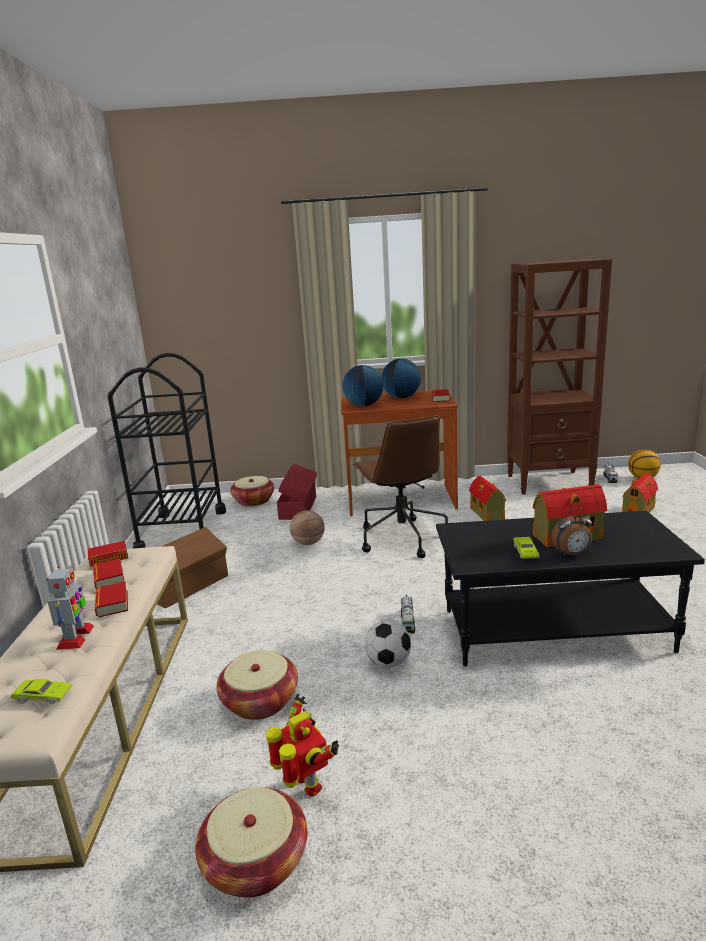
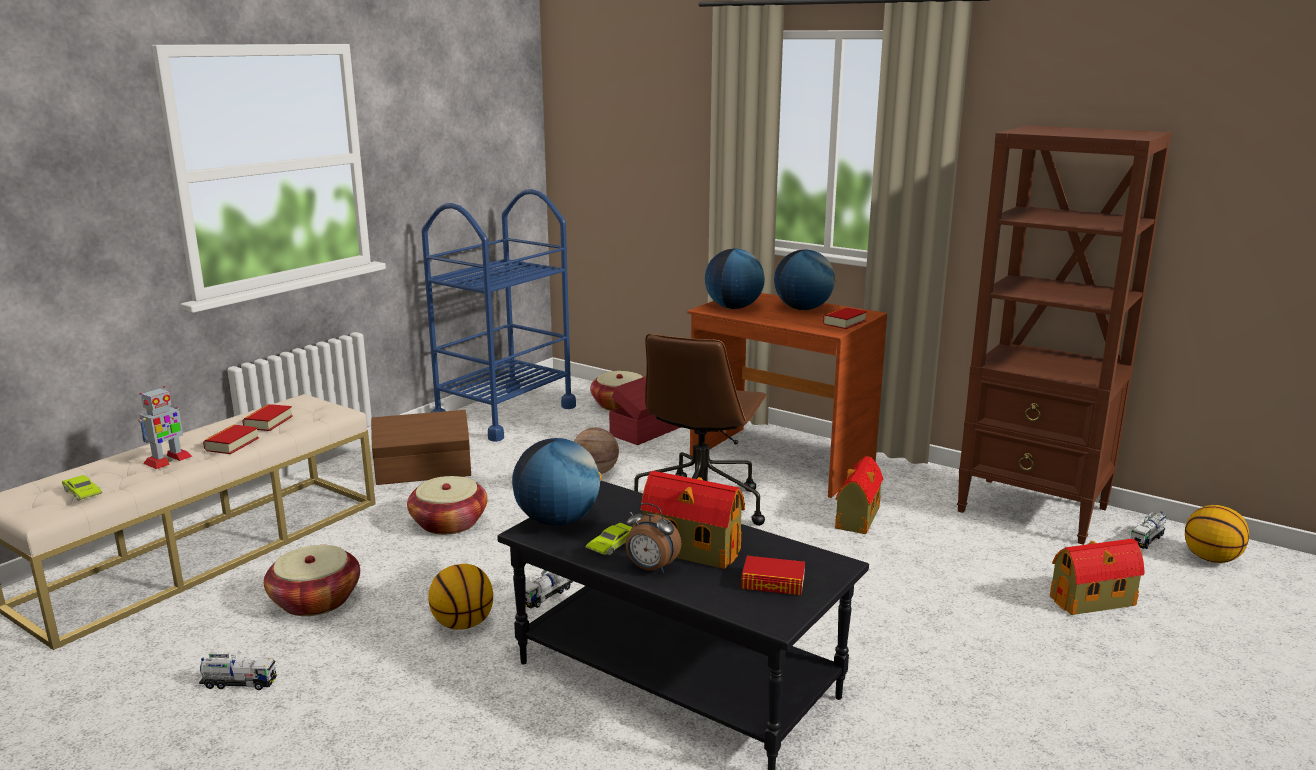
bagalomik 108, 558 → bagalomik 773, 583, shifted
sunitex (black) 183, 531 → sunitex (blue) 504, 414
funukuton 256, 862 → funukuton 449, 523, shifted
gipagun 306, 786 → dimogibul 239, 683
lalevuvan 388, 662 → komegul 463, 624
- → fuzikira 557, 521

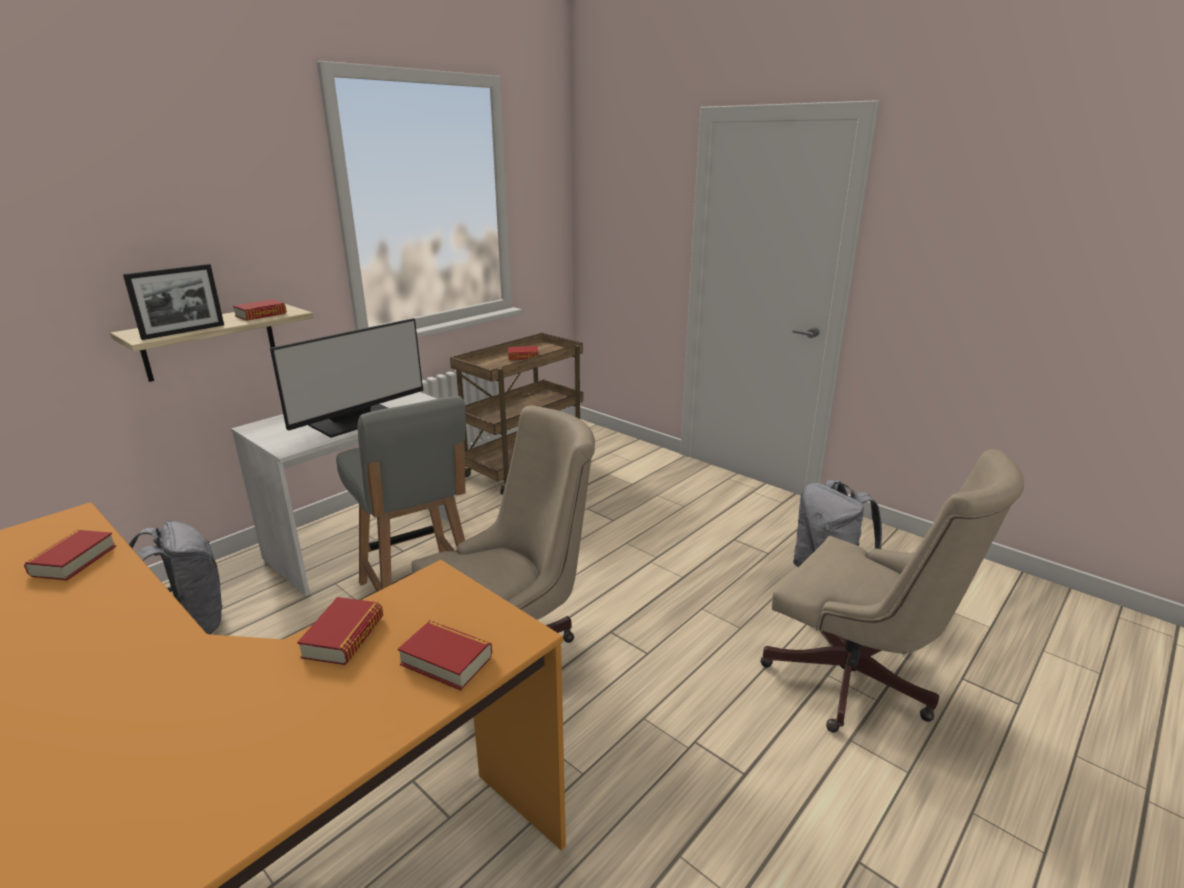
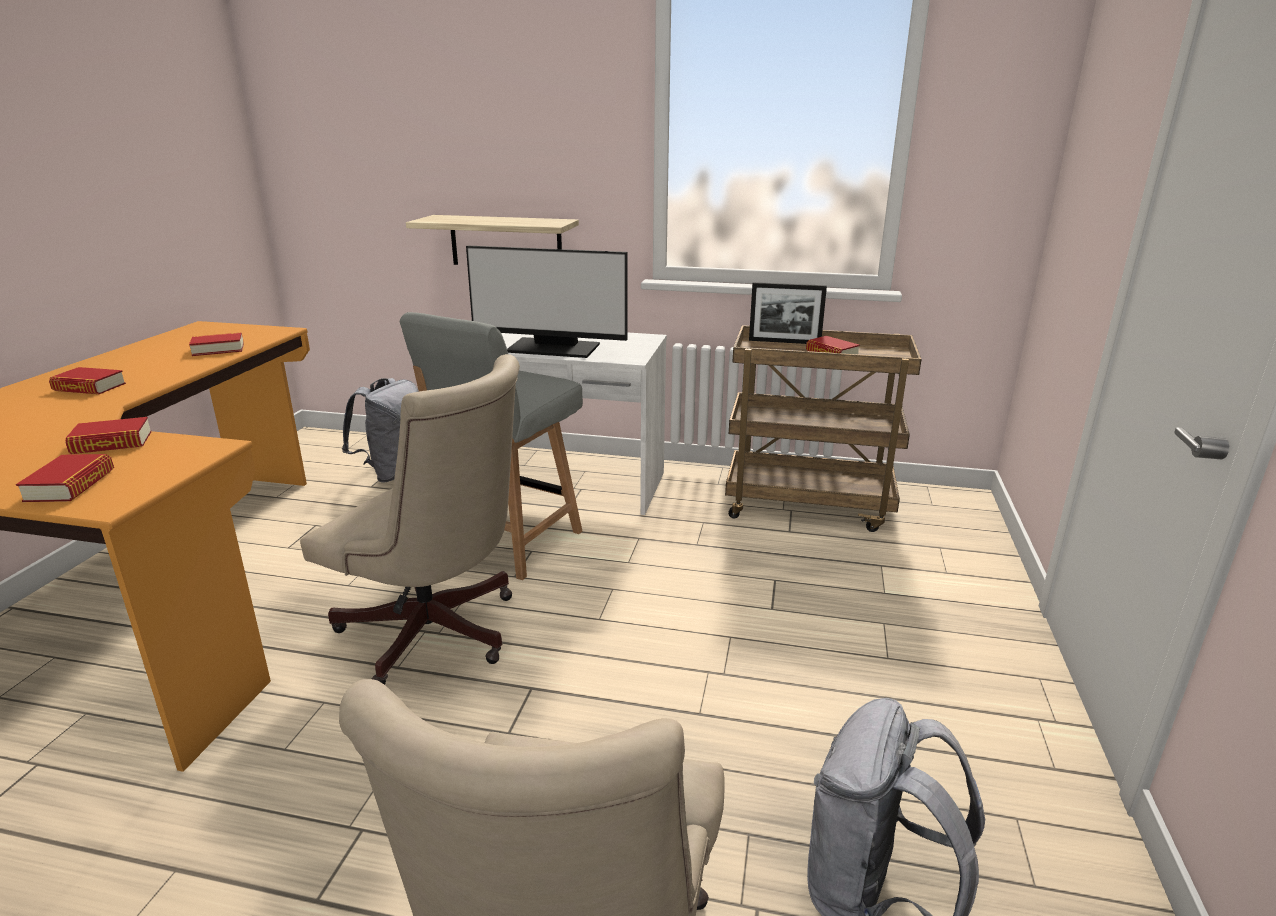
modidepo 184, 332 → modidepo 784, 342, shifted
bagalomik 261, 315 → bagalomik 89, 387, shifted

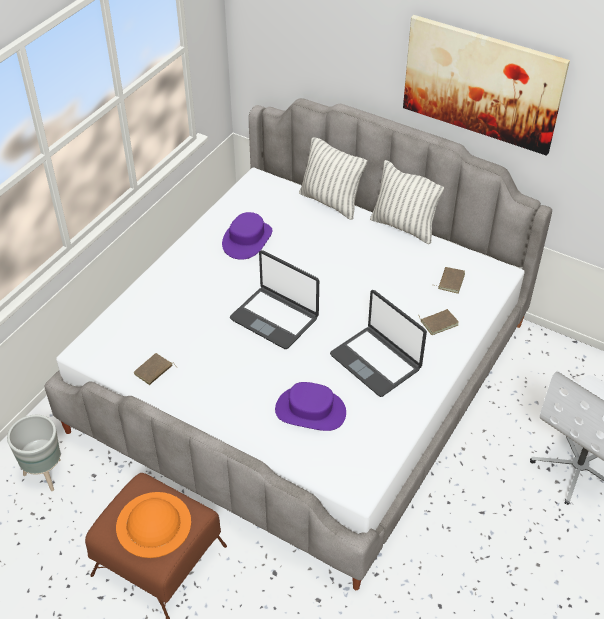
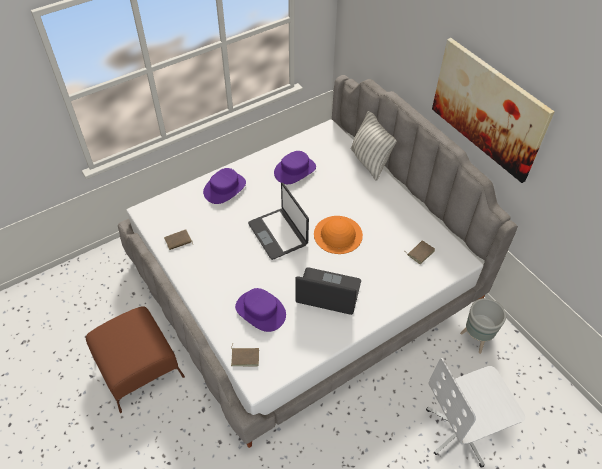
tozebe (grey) 45, 474 → tozebe (grey) 475, 338, shifted
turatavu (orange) 153, 524 → turatavu (orange) 338, 234, shifted
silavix 376, 361 → silavix 328, 293, 120 degrees clockwise
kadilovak 404, 226 → -
bagalomik (brown) 438, 322 → bagalomik (brown) 245, 357, shifted
- → turatavu (purple) 225, 188

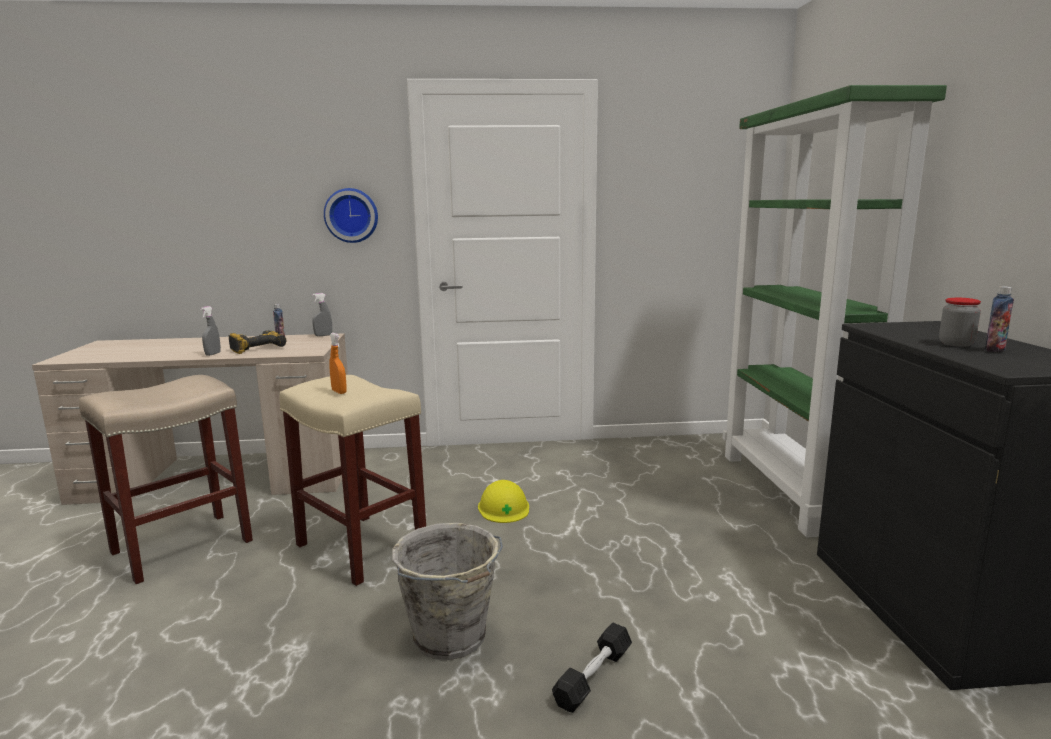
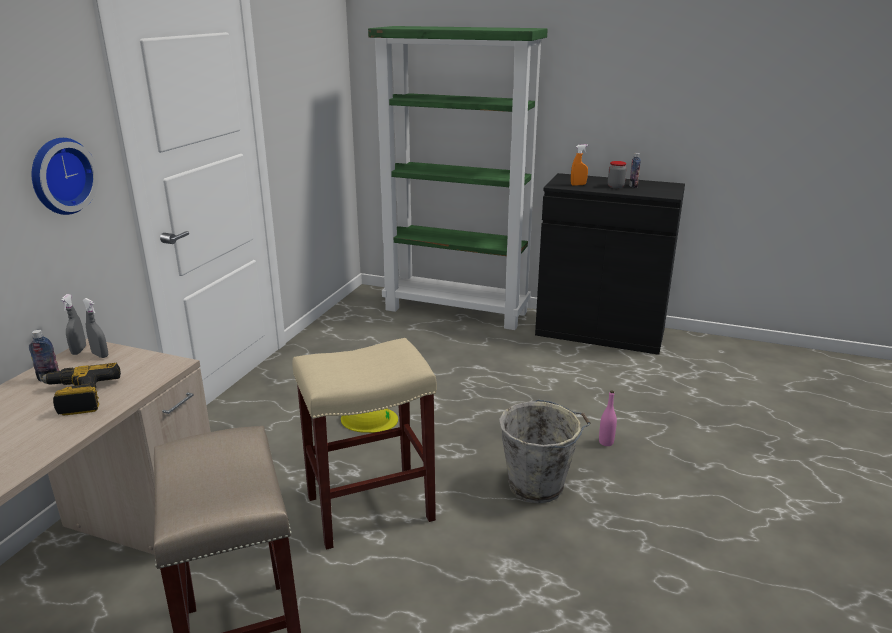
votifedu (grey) 213, 354 → votifedu (grey) 100, 355, shifted
votifedu (orange) 339, 392 → votifedu (orange) 578, 185, shifted
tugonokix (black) 593, 677 → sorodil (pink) 606, 442

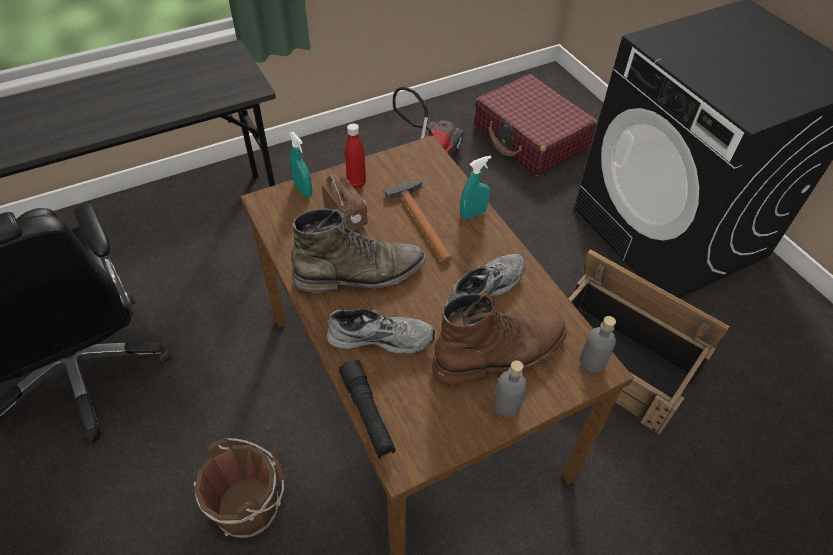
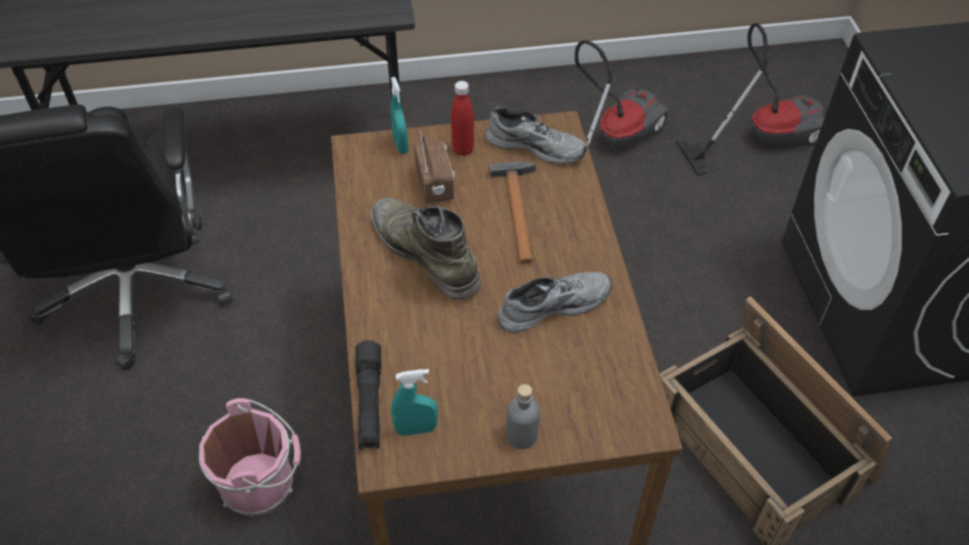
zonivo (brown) 250, 505 → zonivo (pink) 261, 483
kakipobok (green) 361, 273 → kakipobok (green) 424, 253, 135 degrees counterclockwise
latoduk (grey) 381, 336 → latoduk (grey) 536, 145, shifted
kakipobok (brown) 500, 353 → -
votifedu (turquoise) 473, 214 → votifedu (turquoise) 416, 429, shifted
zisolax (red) 530, 138 → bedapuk 762, 137
sorodil (grey) 592, 361 → -

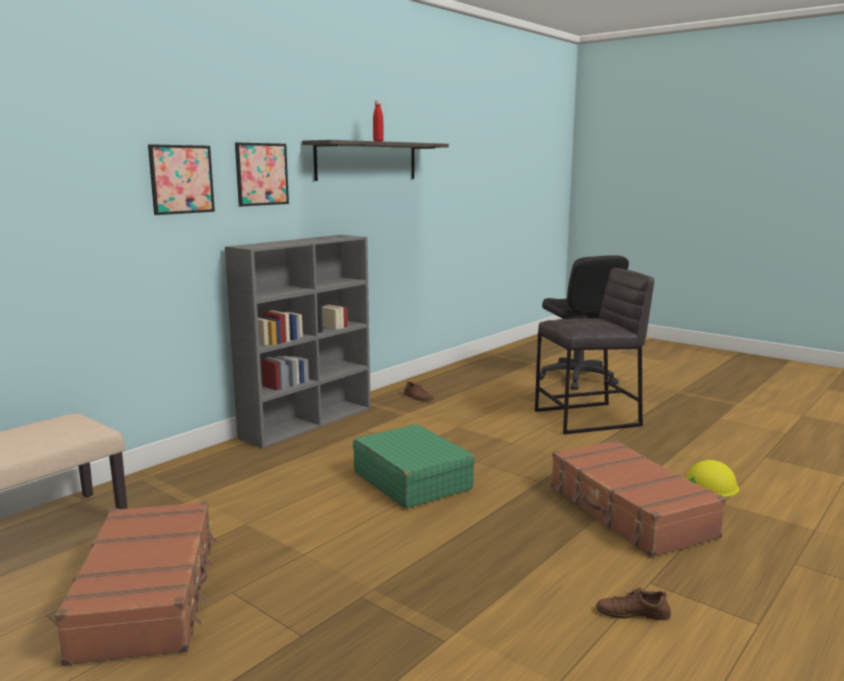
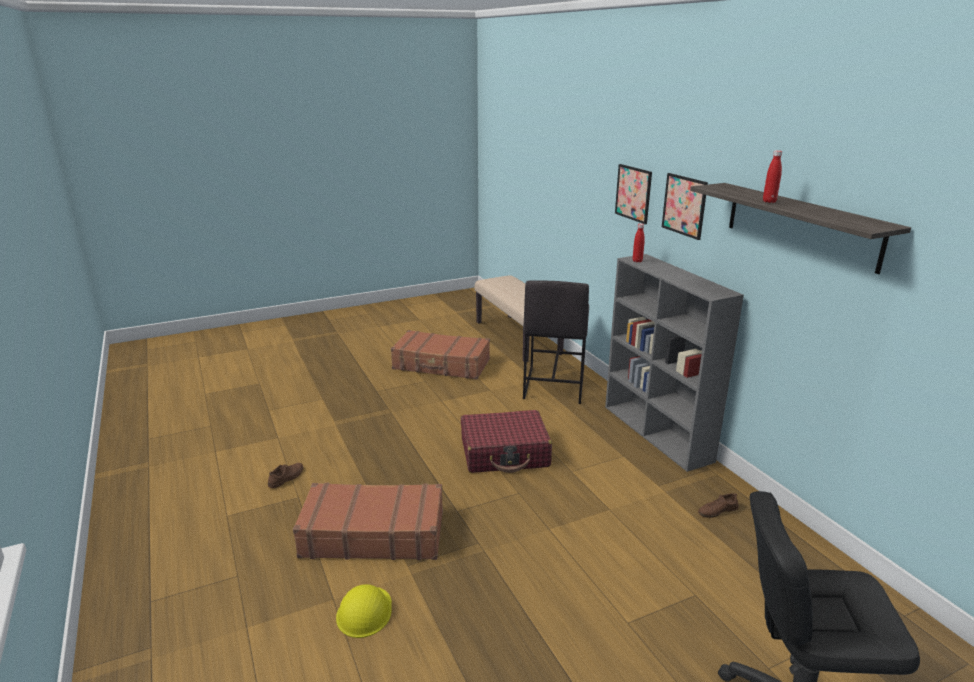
zisolax (green) 412, 480 → zisolax (red) 505, 453
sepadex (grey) 588, 418 → sepadex (grey) 553, 385, shifted
- → sorodil (red) 637, 261

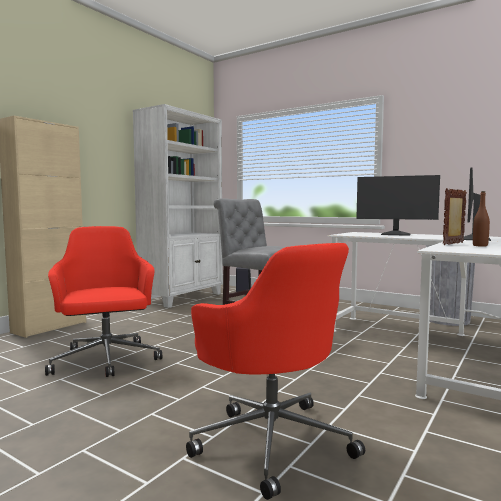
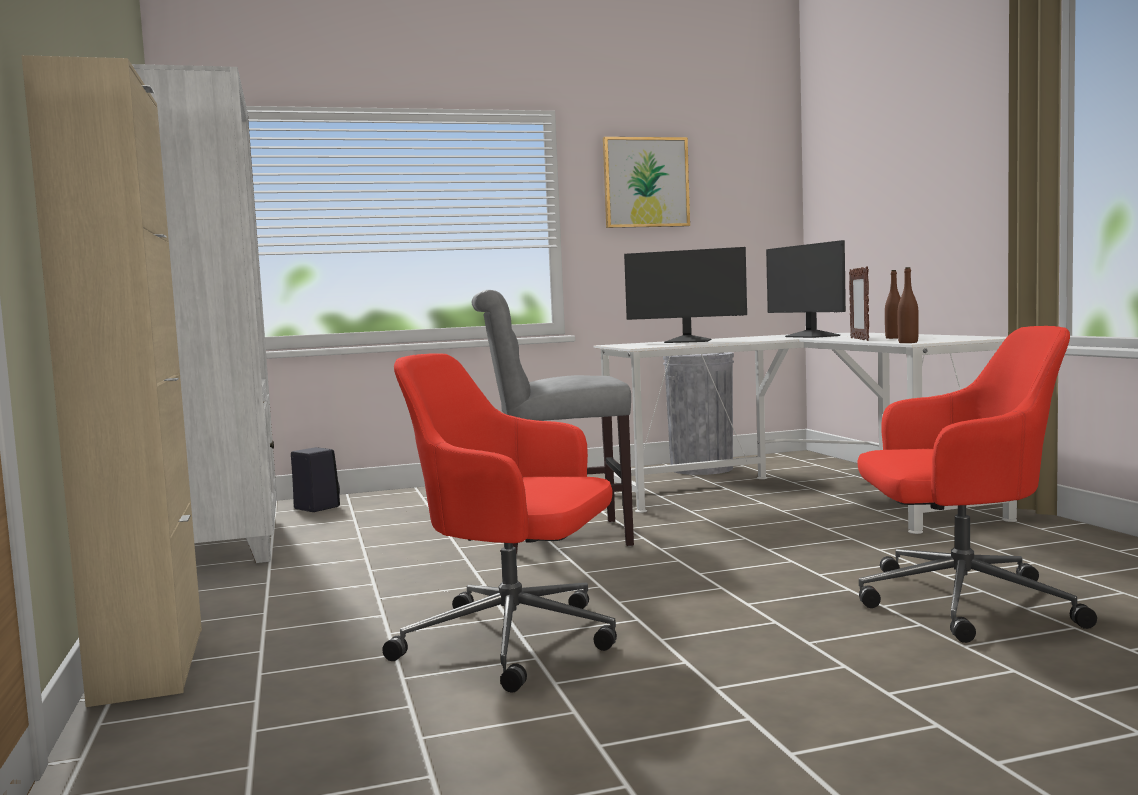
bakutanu 396, 234 → bakutanu 688, 341, 45 degrees clockwise
- → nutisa 646, 182
- → sorodil (brown) 908, 342

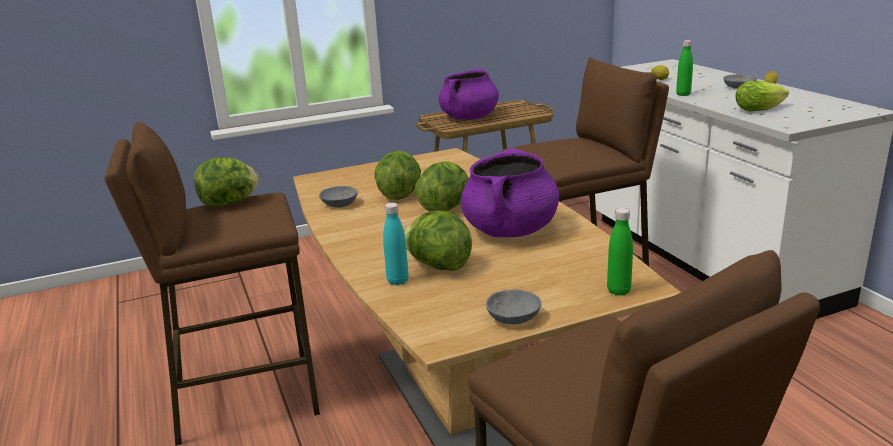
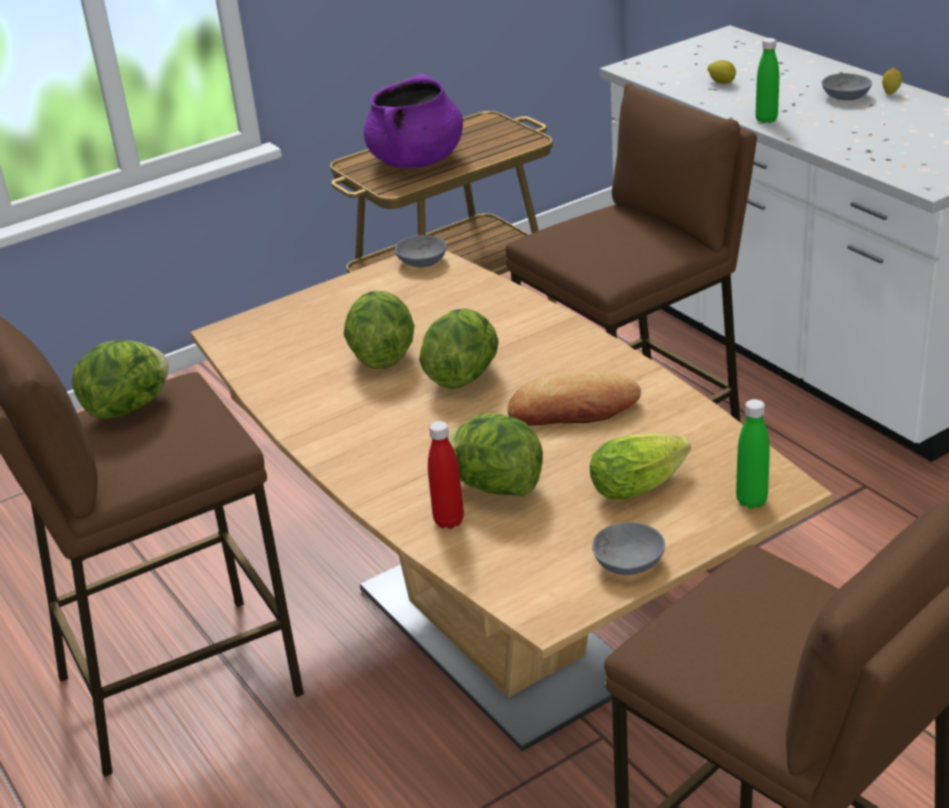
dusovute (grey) 338, 204 → dusovute (grey) 420, 262, shifted
sorodil (turquoise) 397, 281 → sorodil (red) 448, 521
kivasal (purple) 510, 230 → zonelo 573, 409
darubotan 761, 109 → darubotan 643, 483, shifted

